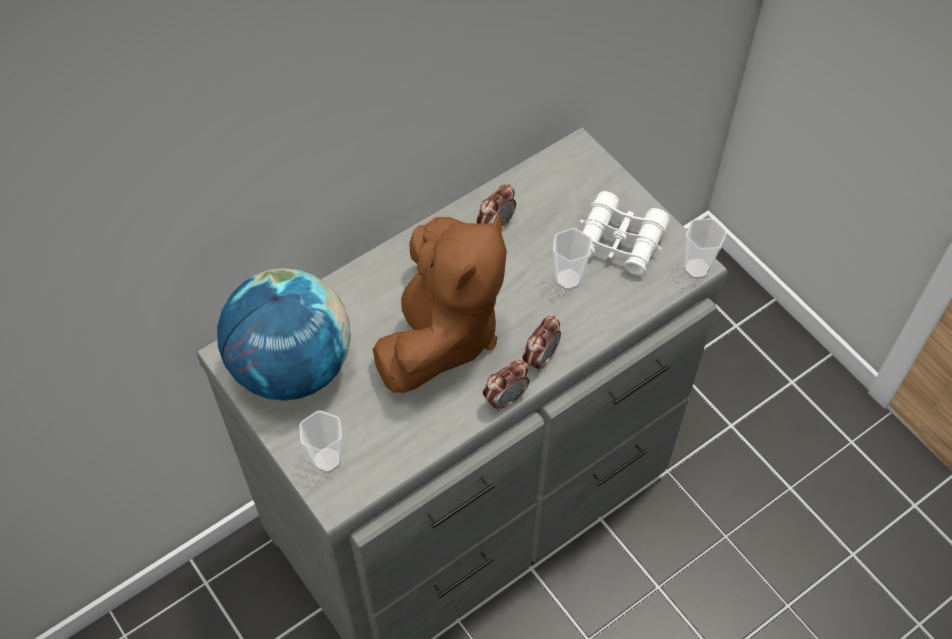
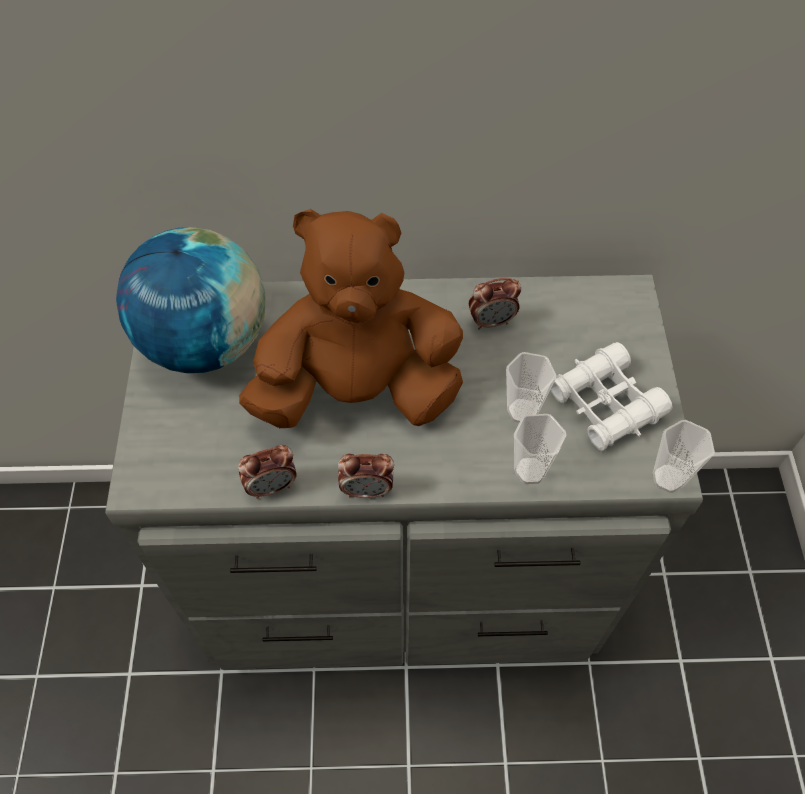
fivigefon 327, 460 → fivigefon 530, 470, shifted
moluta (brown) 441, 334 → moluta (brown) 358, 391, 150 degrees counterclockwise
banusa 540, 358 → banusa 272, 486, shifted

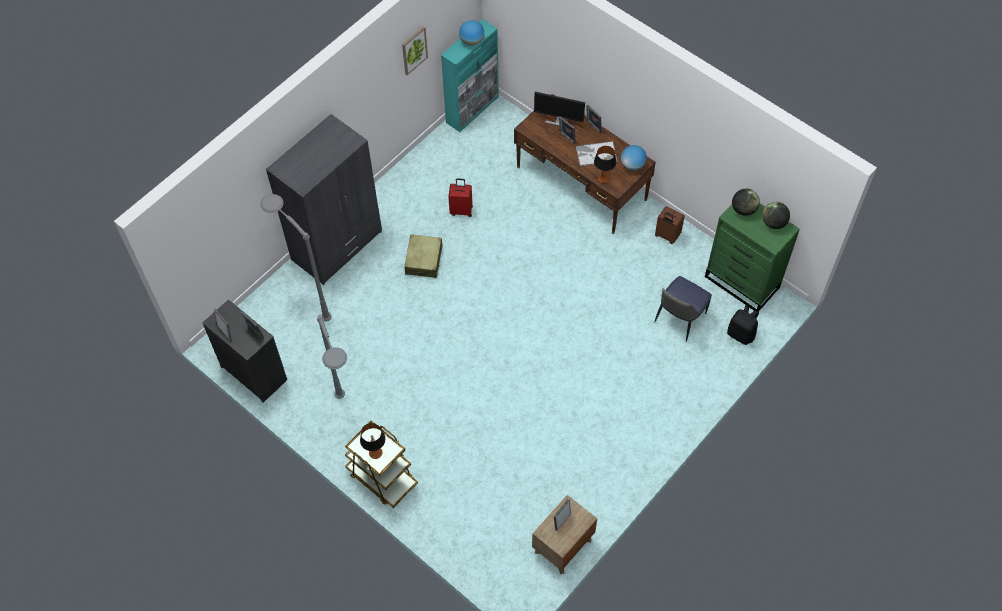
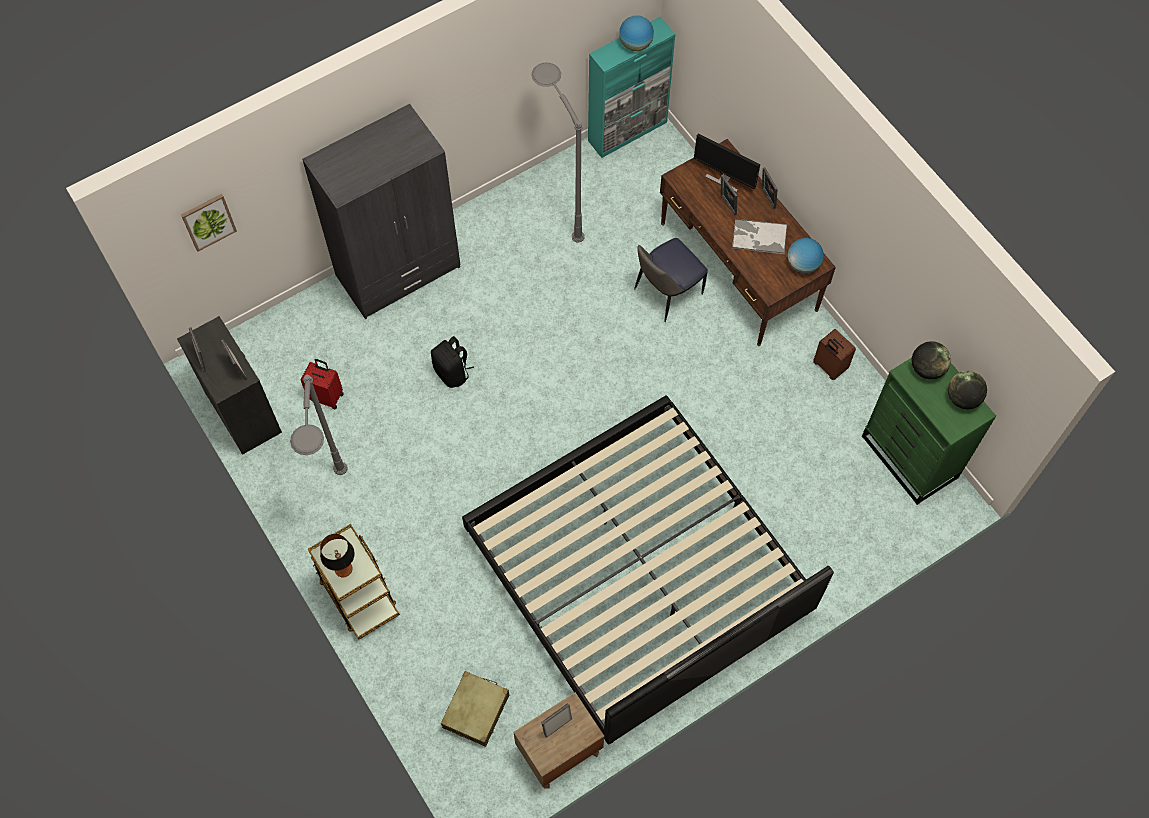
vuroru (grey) 304, 297 → vuroru (grey) 557, 207, shifted
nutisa 414, 50 → nutisa 208, 221, shifted
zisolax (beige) 424, 260 → zisolax (beige) 476, 711, shifted
zisolax (red) 461, 210 → zisolax (red) 327, 396, shifted
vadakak 603, 179 → -
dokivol 679, 319 → dokivol 666, 293, shifted
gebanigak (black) 741, 334 → gebanigak (black) 452, 373, shifted
- → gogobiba 637, 573

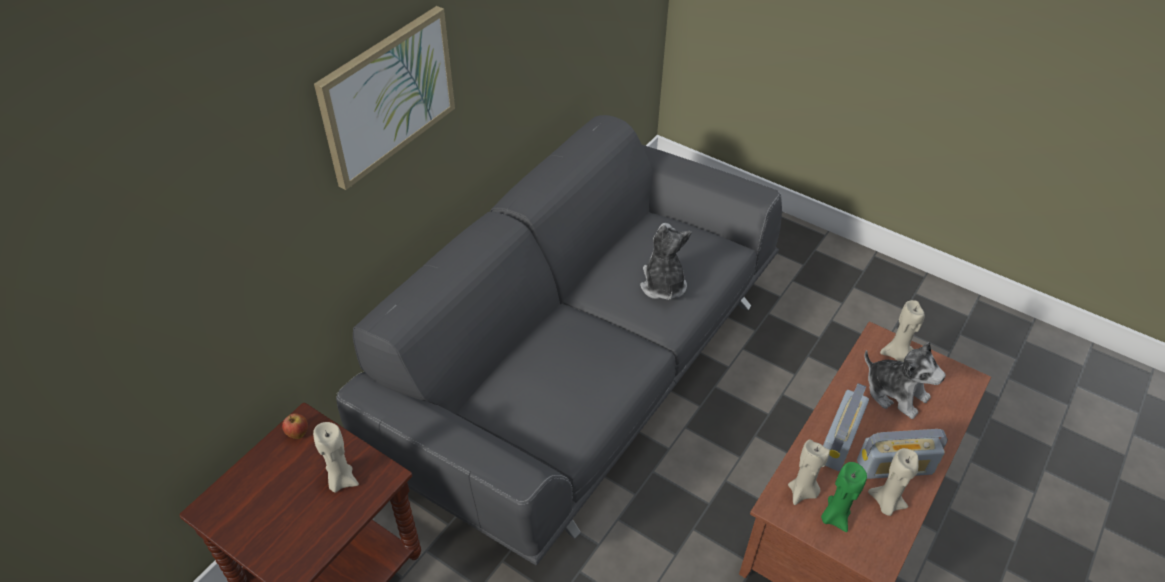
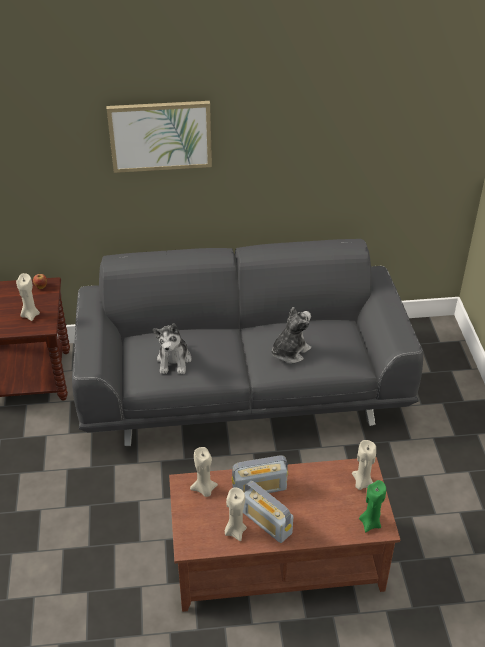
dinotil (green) 834, 517 → dinotil (green) 370, 523, shifted
moluta 895, 392 → moluta 174, 360, shifted

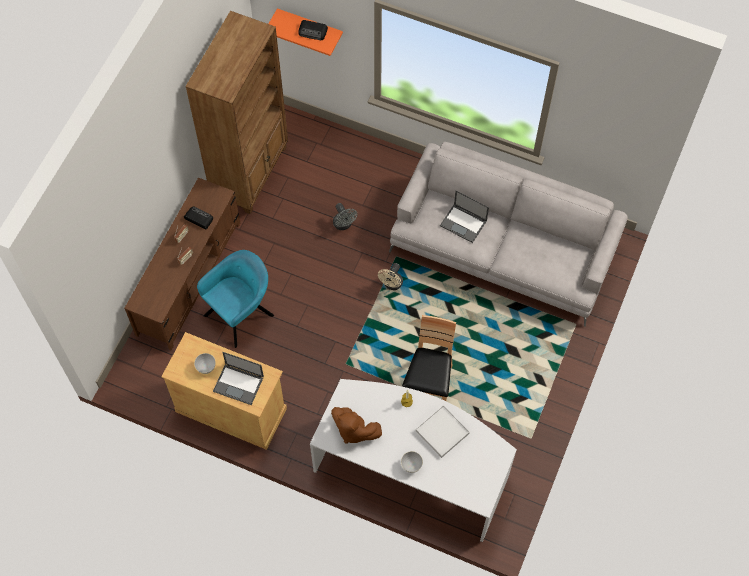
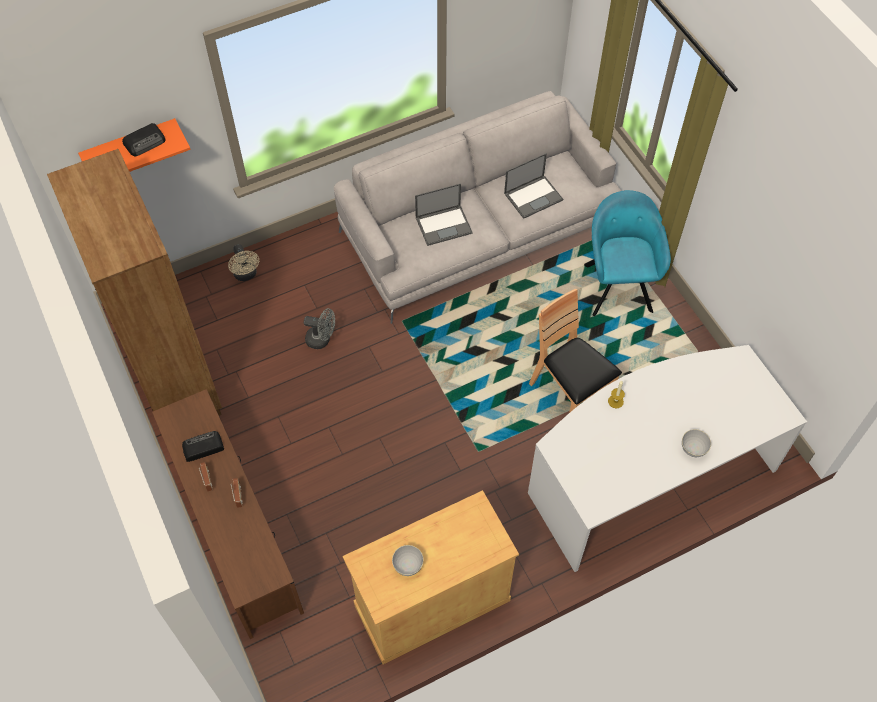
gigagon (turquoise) 241, 313 → gigagon (turquoise) 617, 285, shifted
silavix 239, 384 → silavix 533, 196, shifted
moluta (brown) 353, 430 → -
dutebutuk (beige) 391, 284 → dutebutuk (beige) 246, 275, shifted
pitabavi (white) 442, 432 → -

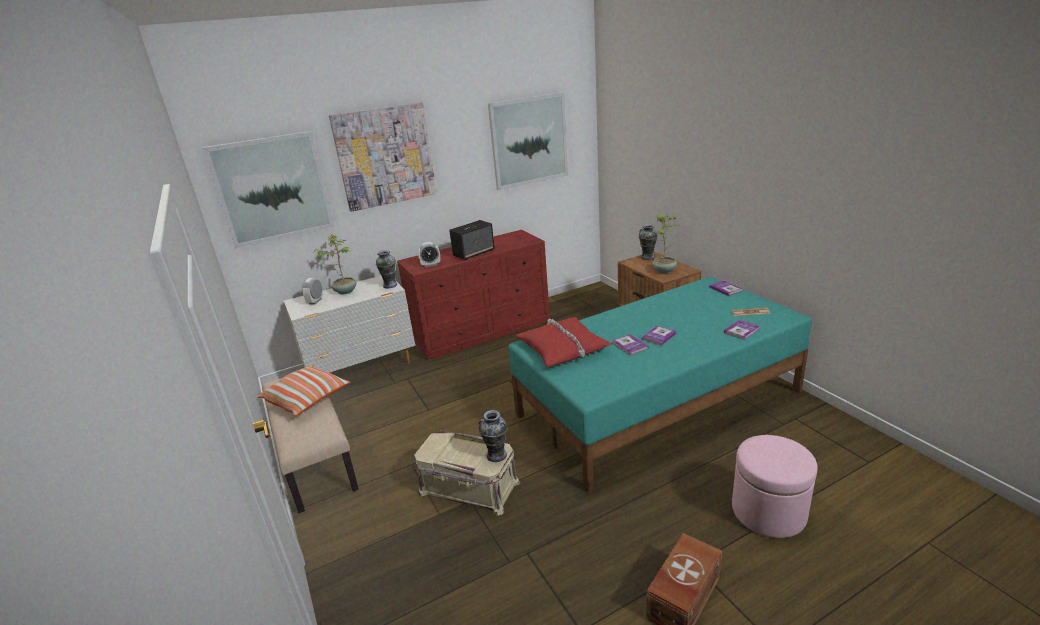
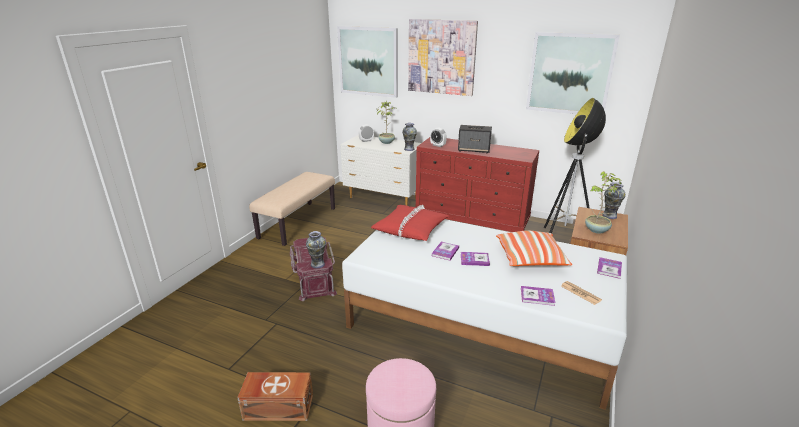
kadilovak 307, 399 → kadilovak 531, 259, shifted
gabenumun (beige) 468, 488 → gabenumun (red) 313, 279
gogobiba (turquoise) 659, 403 → gogobiba (white) 480, 324
- → vuroru 562, 241

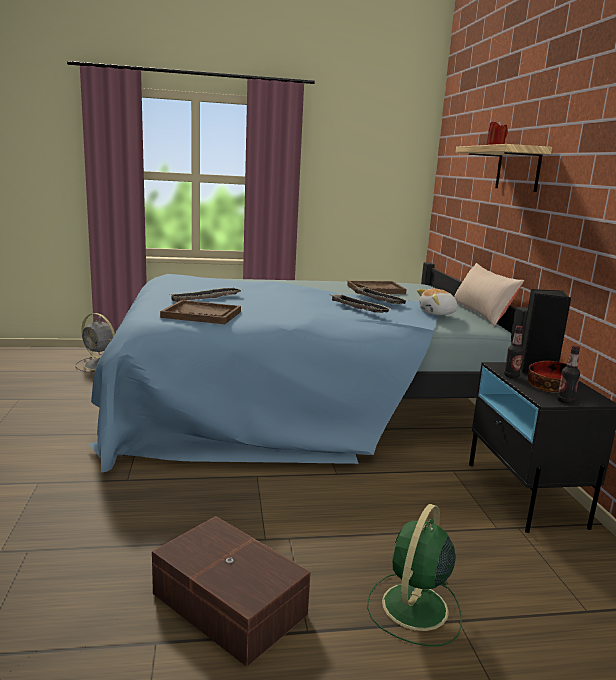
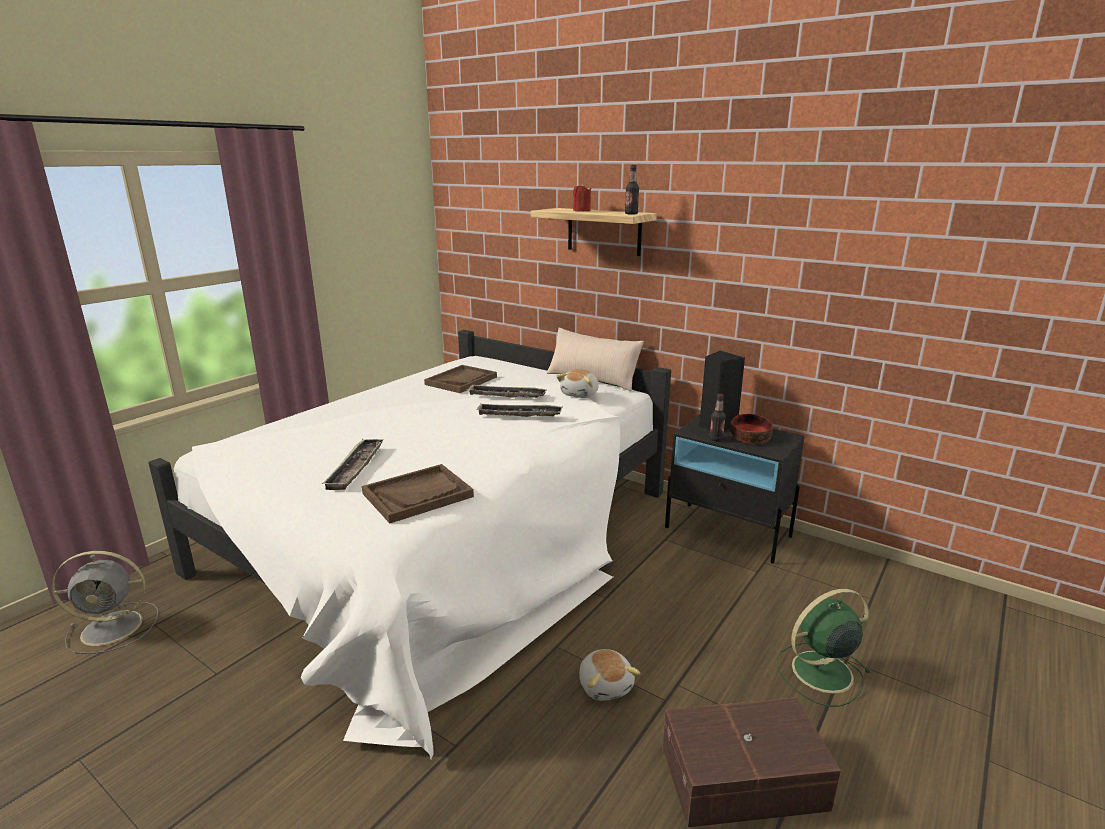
gogobiba (blue) 298, 400 → gogobiba (white) 447, 539
dutebutuk (green) 414, 608 → dutebutuk (green) 819, 672, 90 degrees clockwise
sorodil 565, 401 → sorodil 631, 214, shifted
- → moluta 606, 685

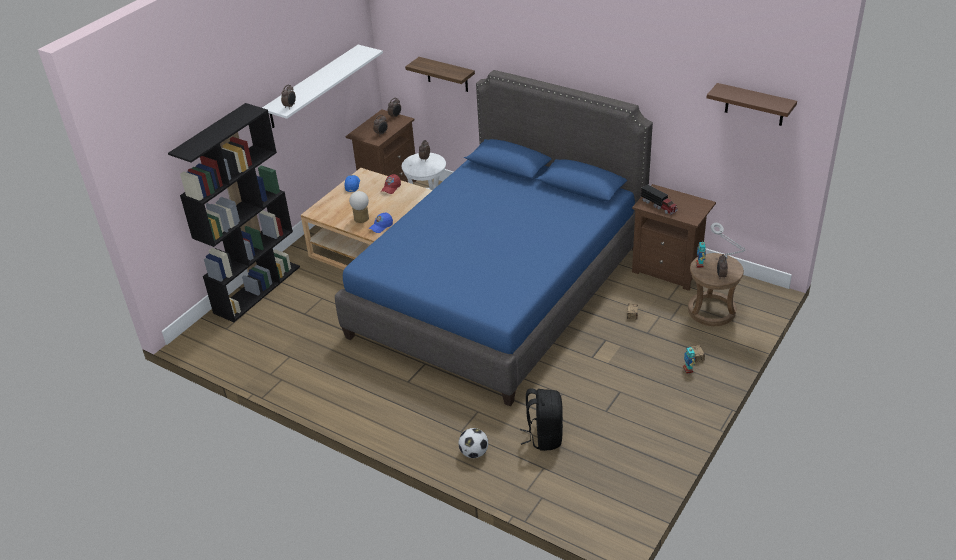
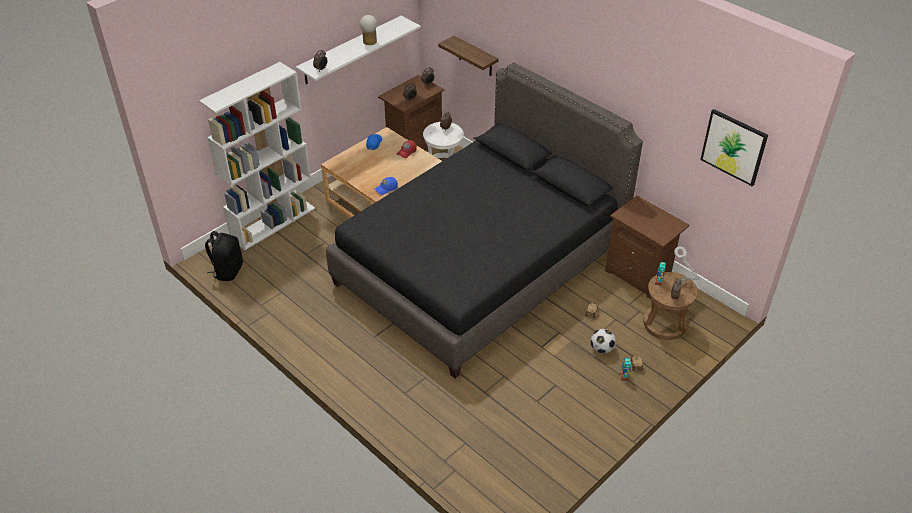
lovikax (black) 257, 289 → lovikax (white) 273, 222
gogobiba (blue) 498, 290 → gogobiba (black) 479, 265
vadakak 361, 220 → vadakak 369, 43, shifted
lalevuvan 474, 453 → lalevuvan 601, 349, shifted
gebanigak (black) 544, 436 → gebanigak (black) 228, 271, shifted
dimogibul 659, 205 → -
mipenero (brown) 754, 105 → nutisa 734, 147

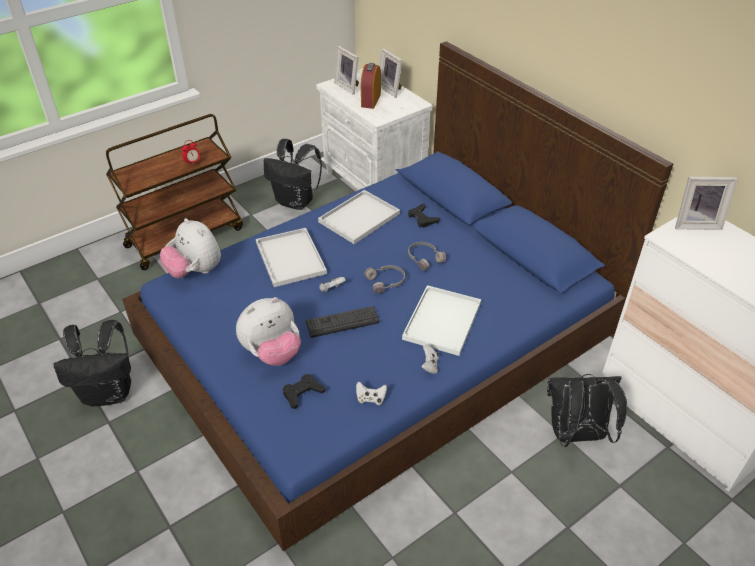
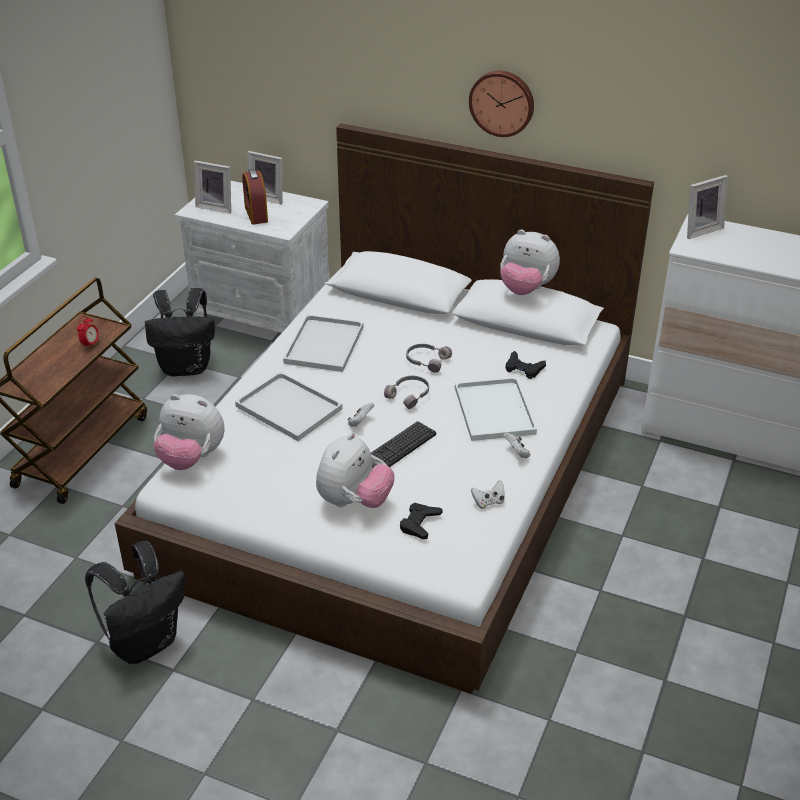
gogobiba (blue) 379, 338 → gogobiba (white) 401, 470
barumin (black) 422, 218 → barumin (black) 523, 368, shifted
gebanigak (black) 576, 435 → -
- → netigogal 502, 102
- → moluta 526, 289

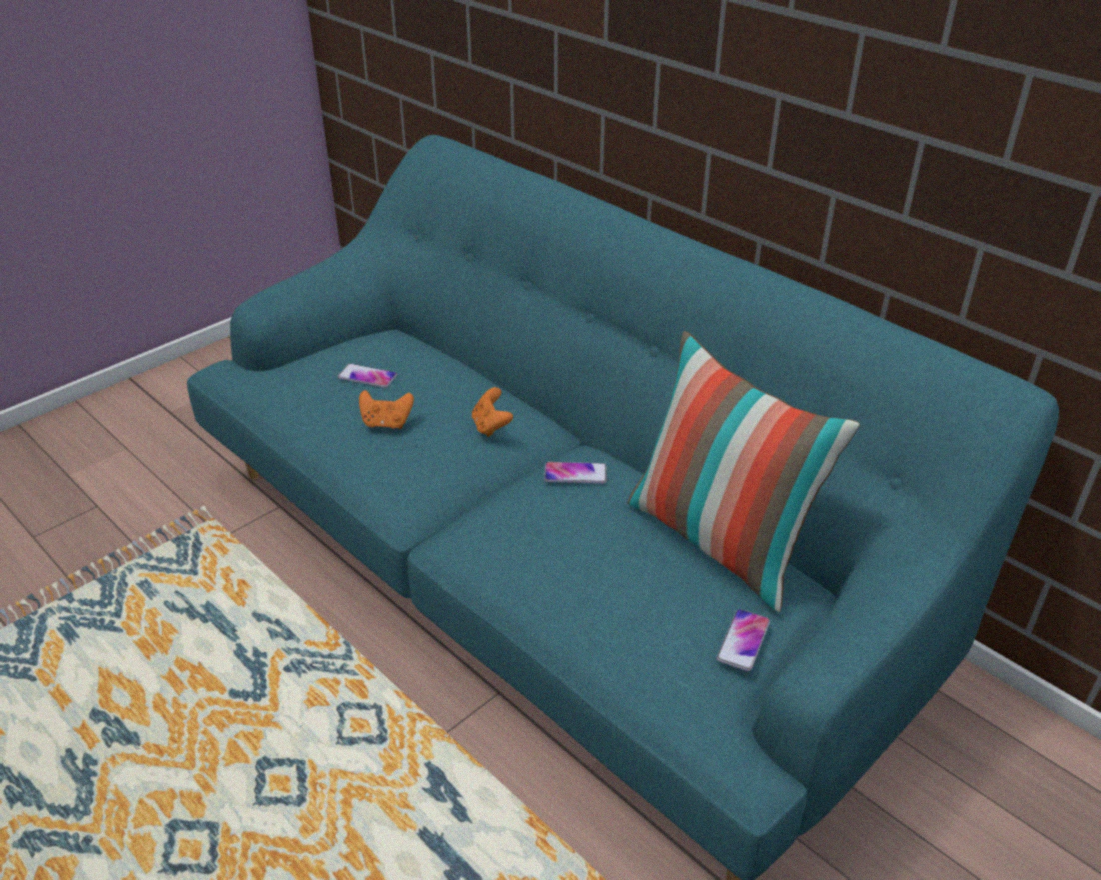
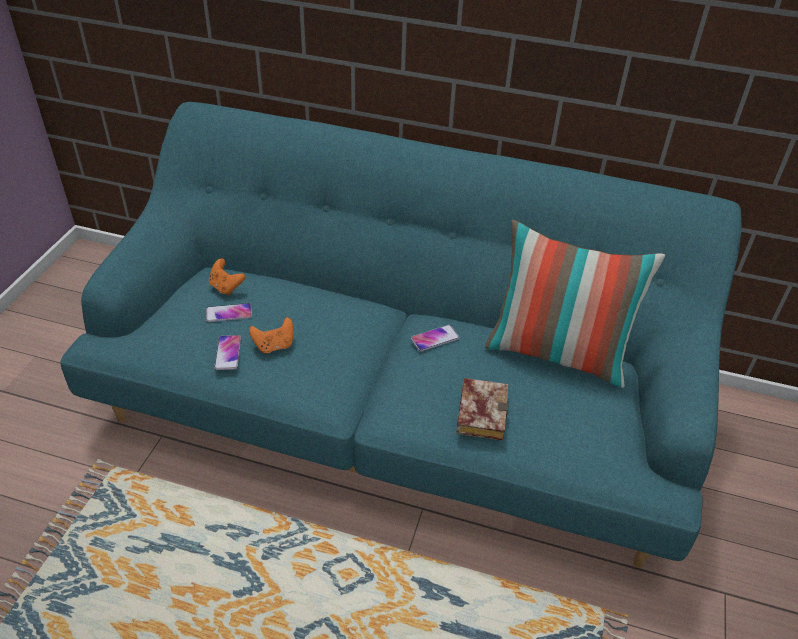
barumin (orange) 491, 426 → barumin (orange) 226, 287, shifted
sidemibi 743, 640 → sidemibi 228, 353, shifted
- → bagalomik 480, 411

